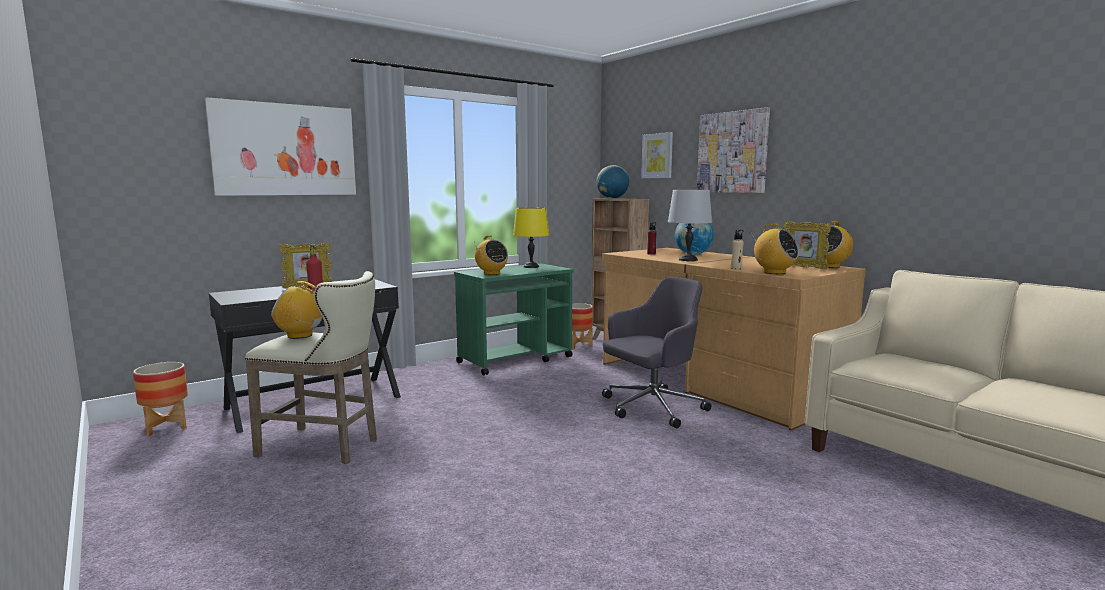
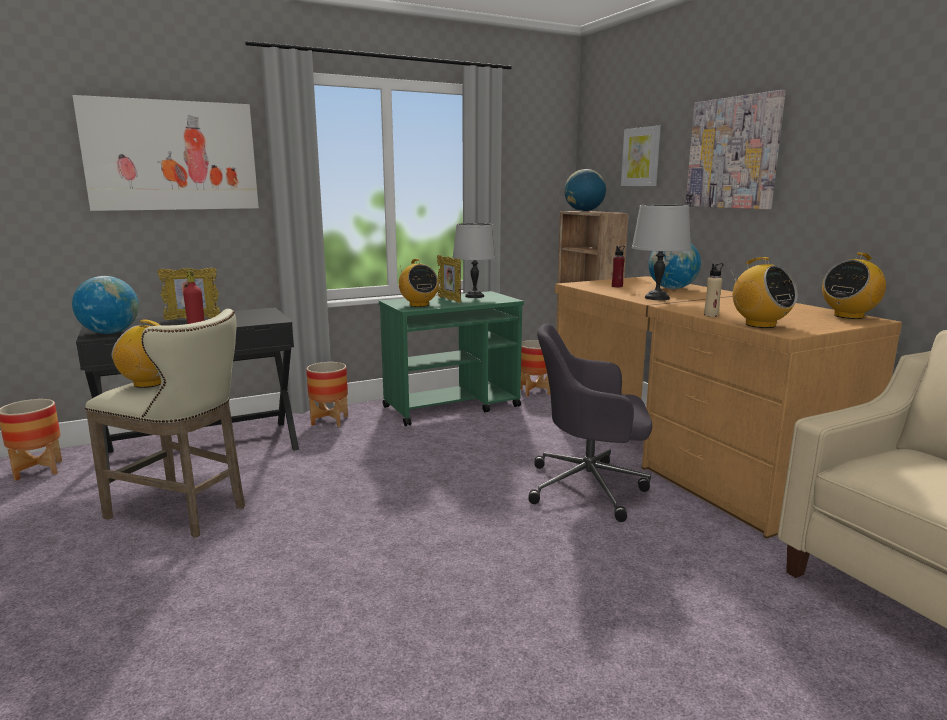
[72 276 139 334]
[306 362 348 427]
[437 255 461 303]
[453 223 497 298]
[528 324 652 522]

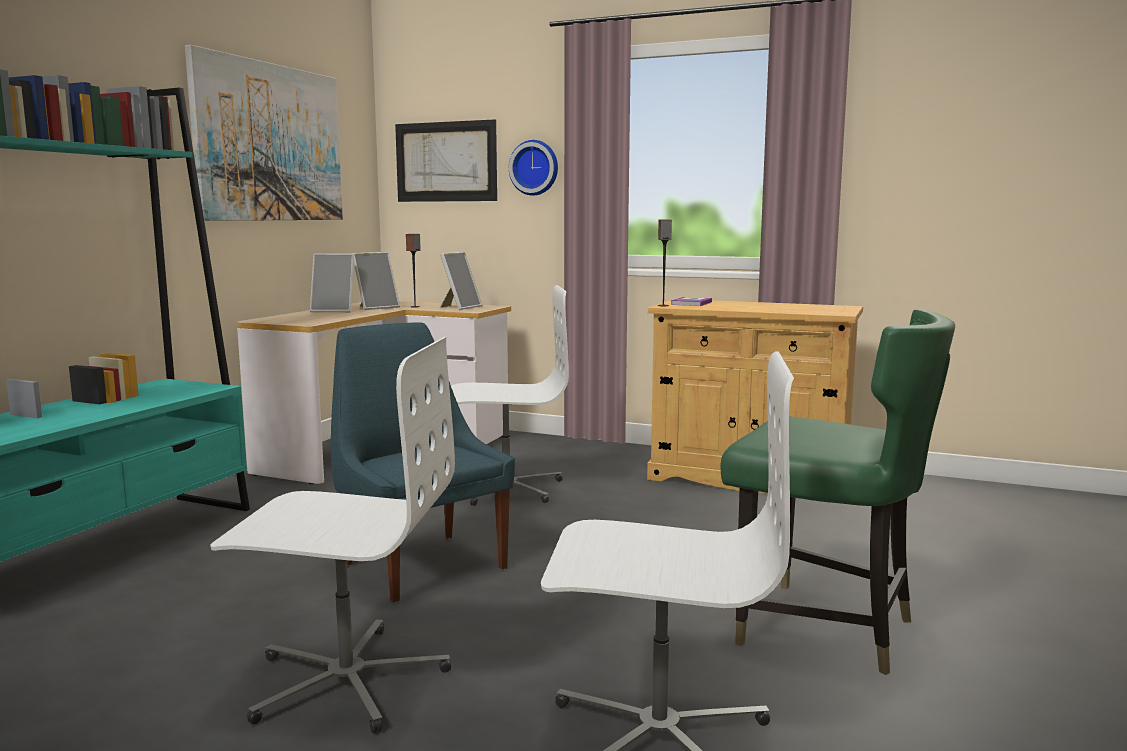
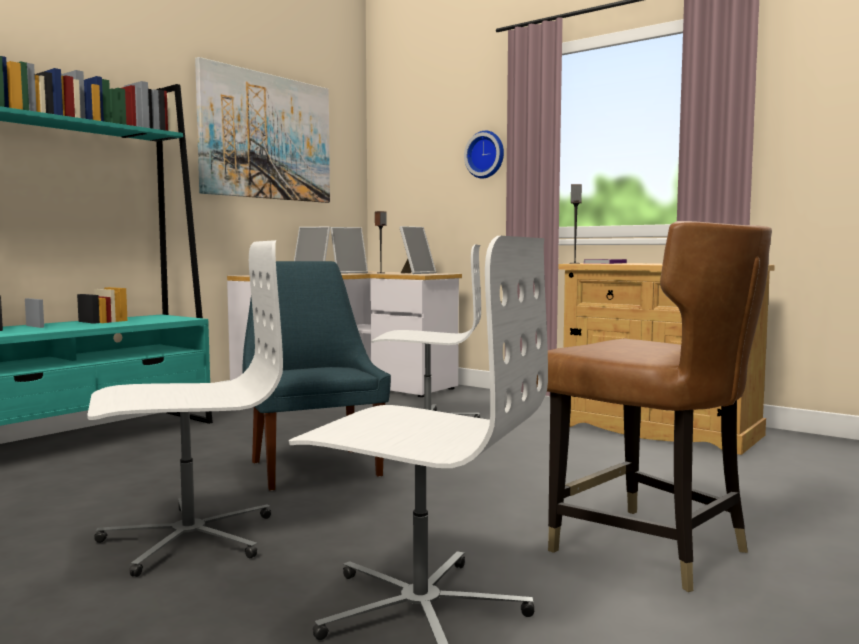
[87 240 283 577]
[537 221 772 592]
[395 119 497 202] (first image)

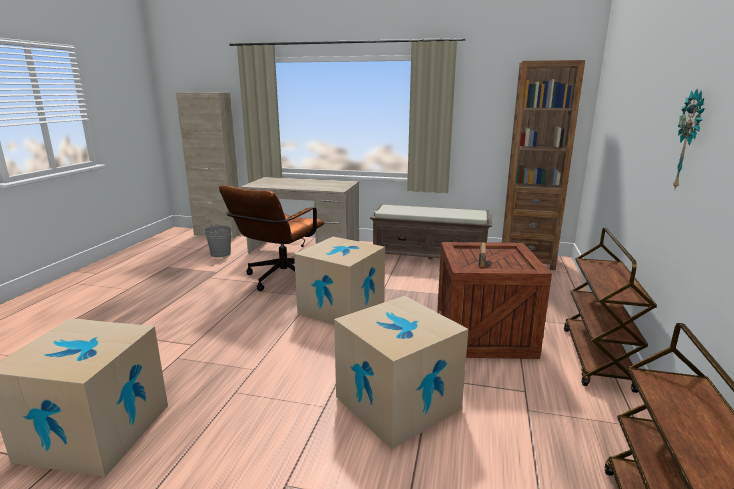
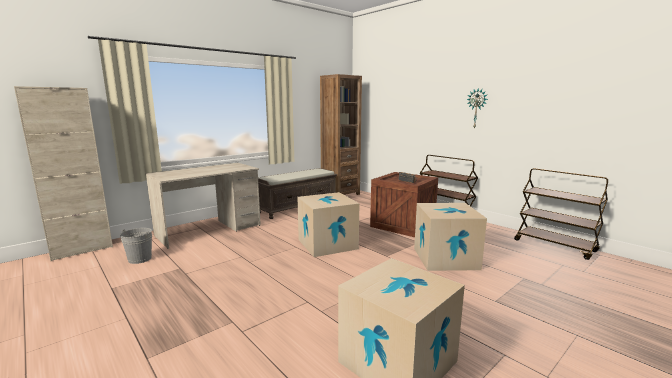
[219 186 324 291] (first image)

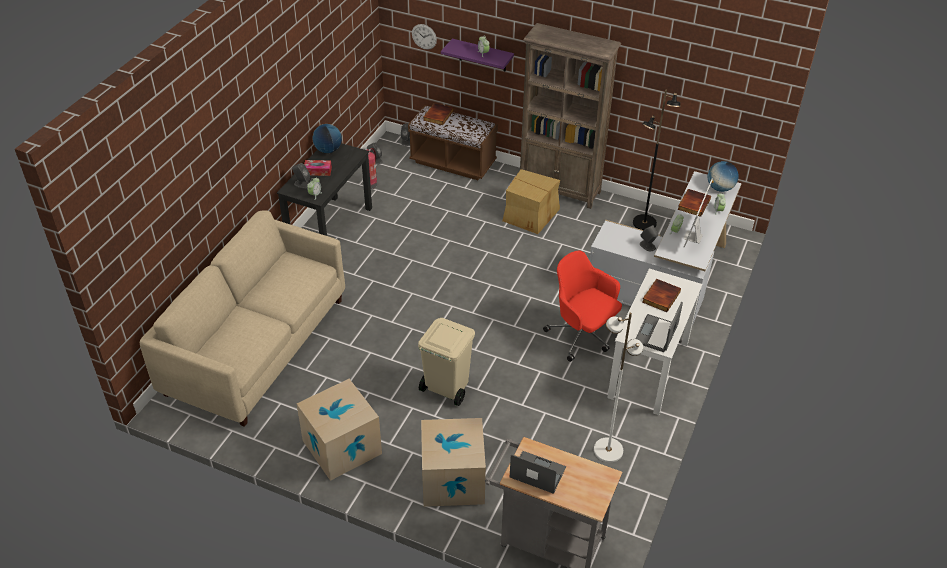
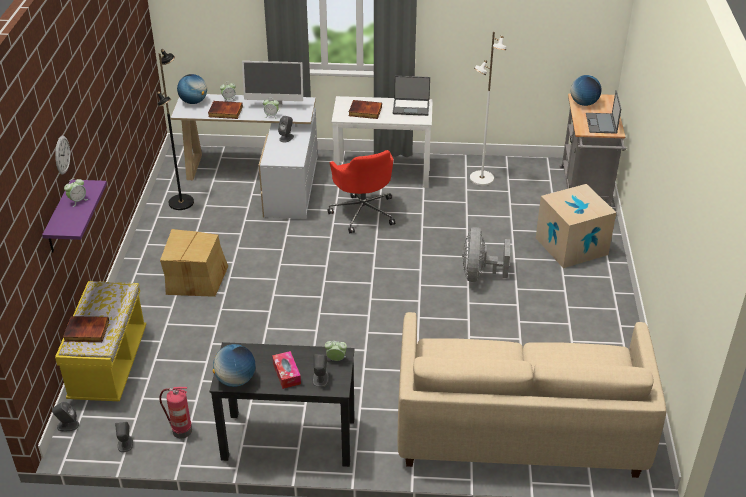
[55 136 70 174]
[55 281 146 401]
[328 150 395 233]
[462 227 510 282]
[570 75 602 106]
[297 379 382 481] (first image)
[520 23 621 209] (first image)

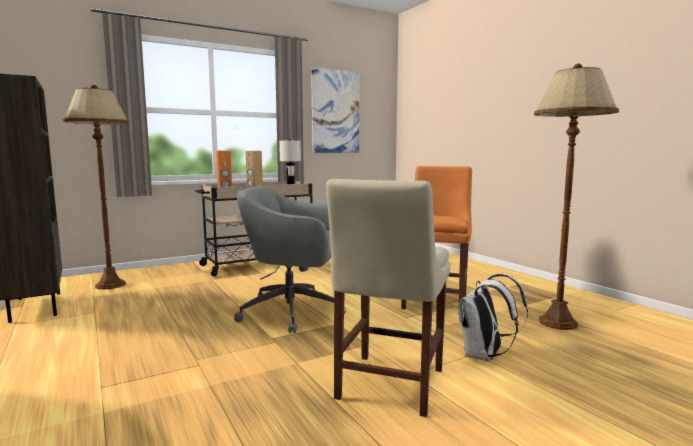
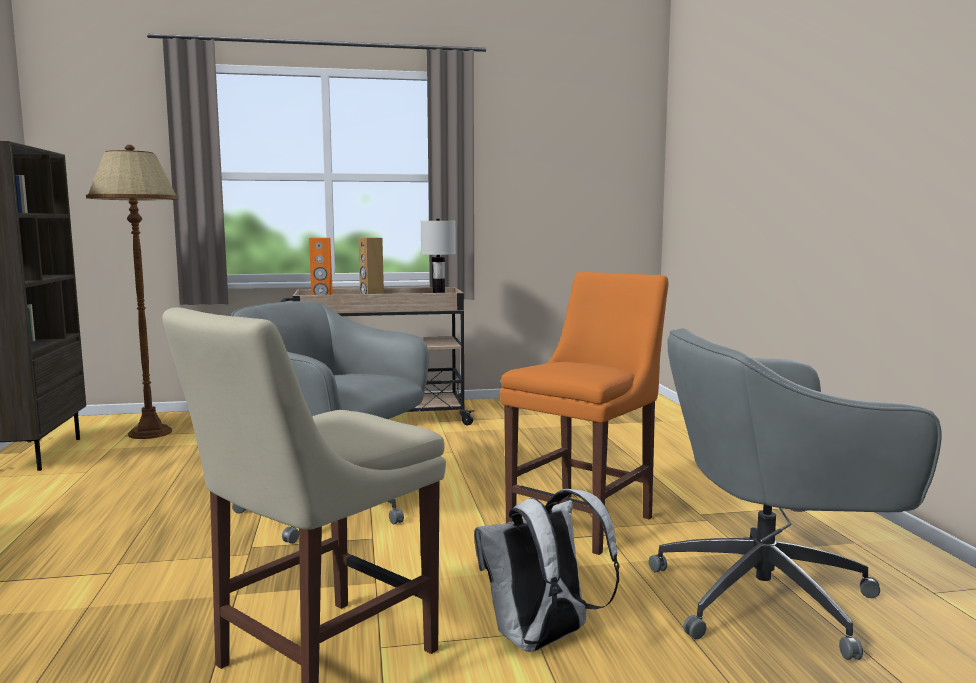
[649 328 942 660]
[311 67 360 153] (first image)

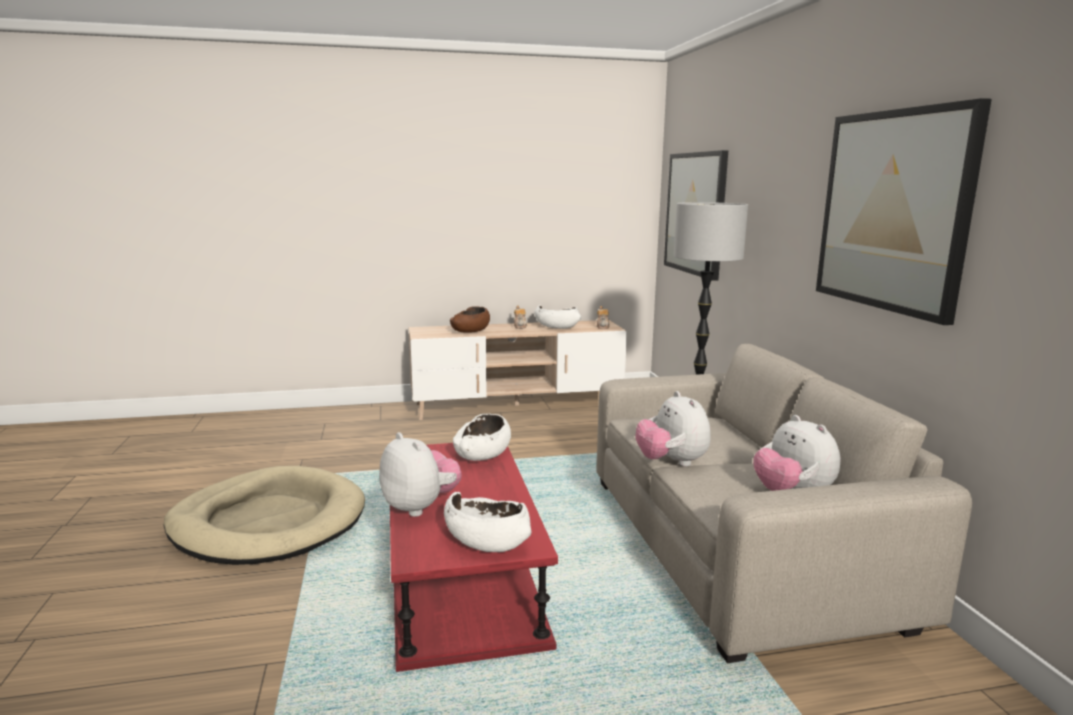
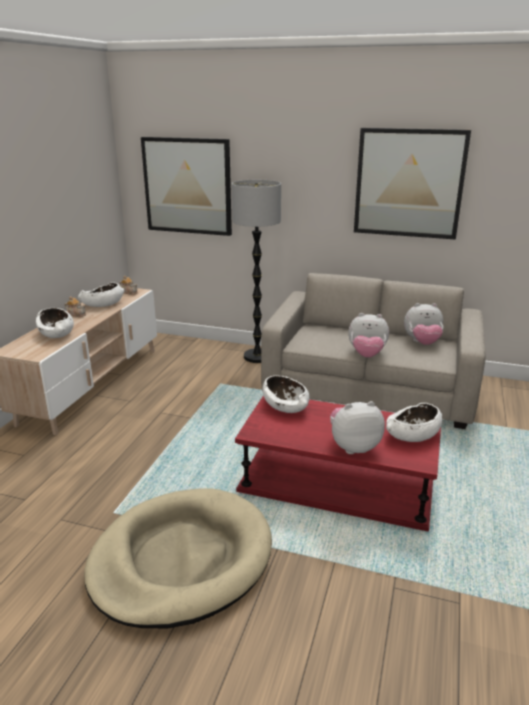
[36 308 74 338]

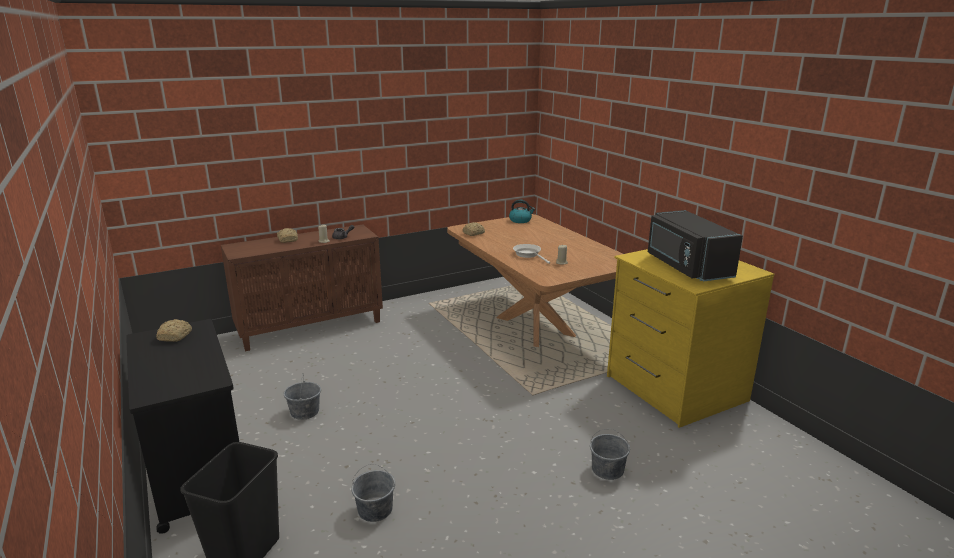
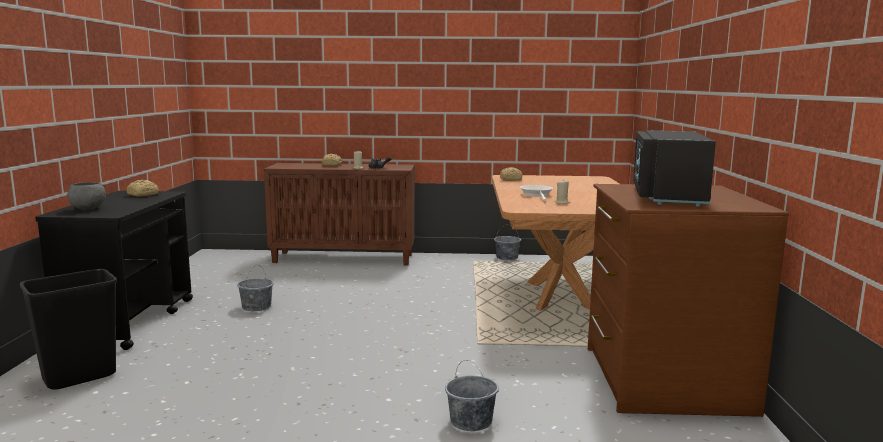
[67 182 106 210]
[494 224 521 260]
[588 184 789 417]
[509 200 535 223] (first image)

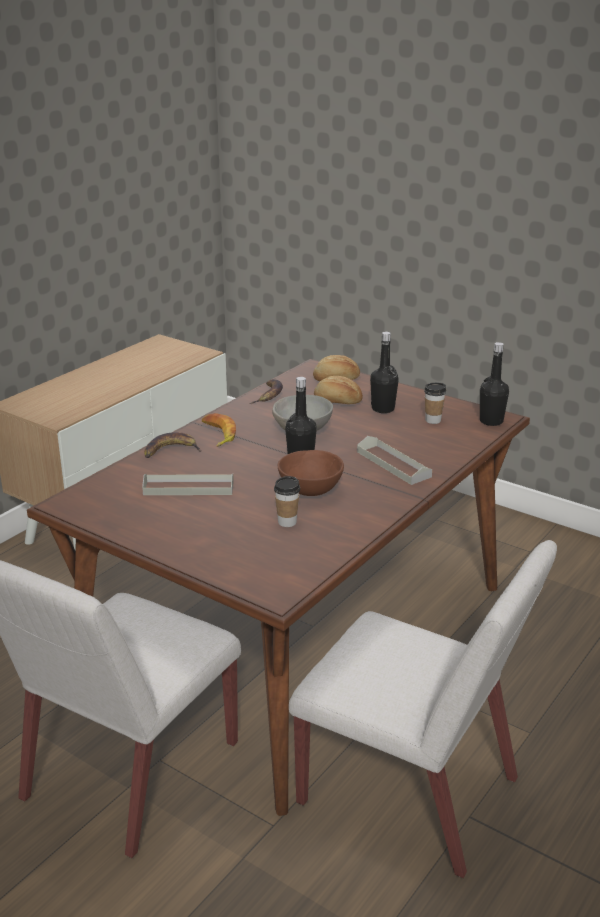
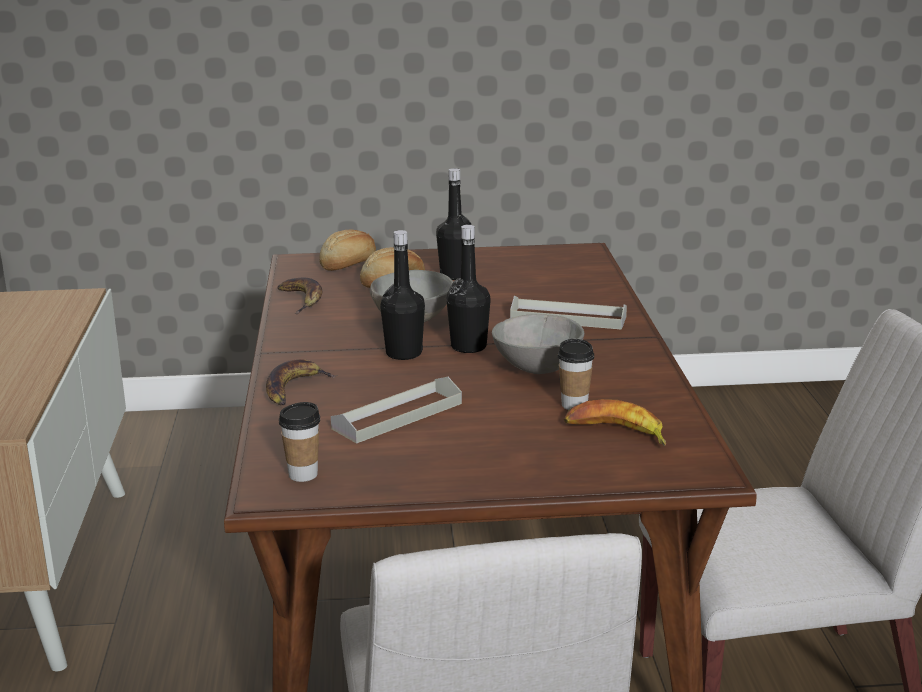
[279 402 320 482]
[380 230 425 360]
[492 314 584 374]
[564 399 666 446]

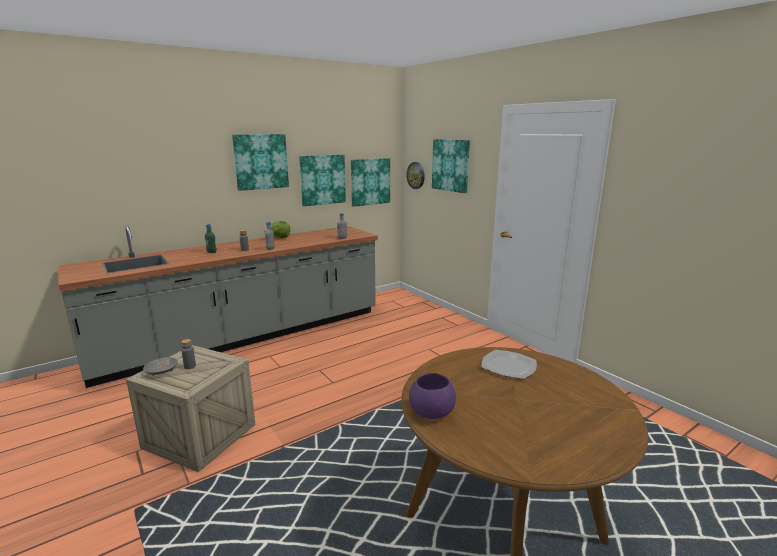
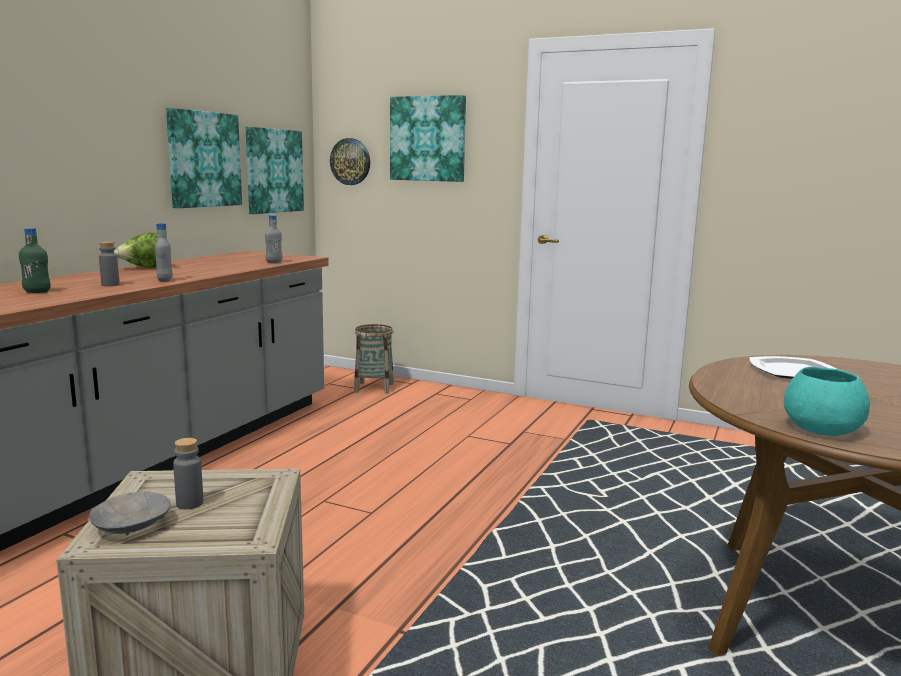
[354 324 394 394]
[784 367 870 436]
[232 134 289 191] (first image)

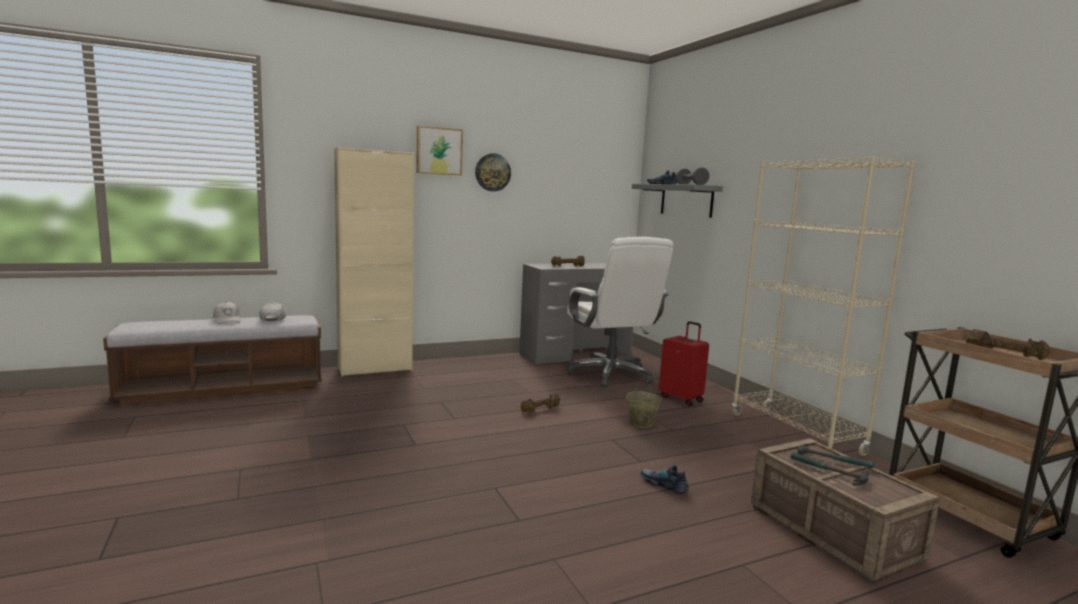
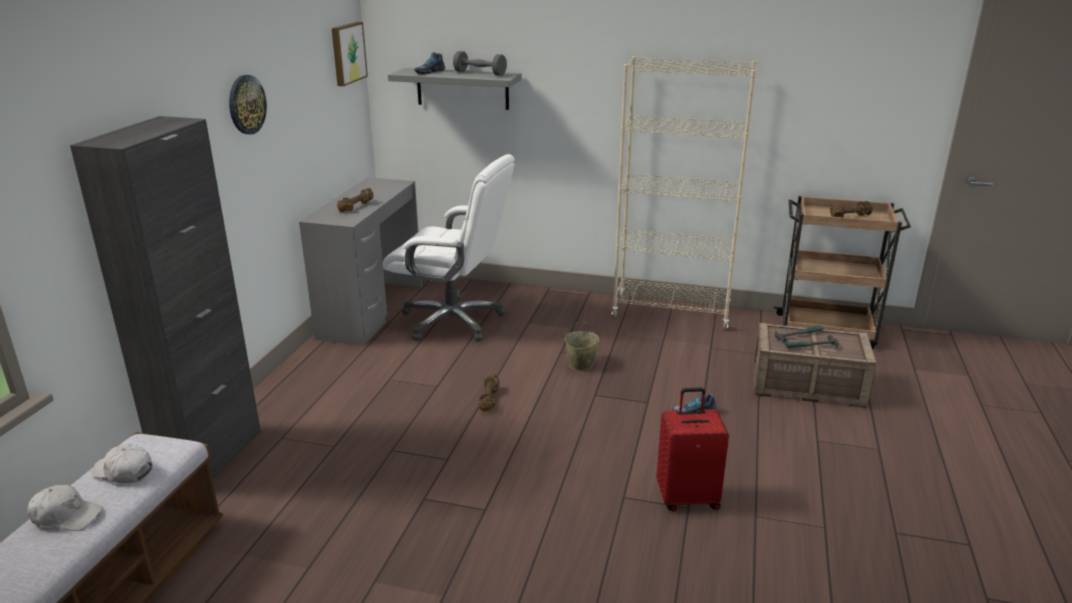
[70 116 261 480]
[332 22 368 86]
[657 388 729 511]

